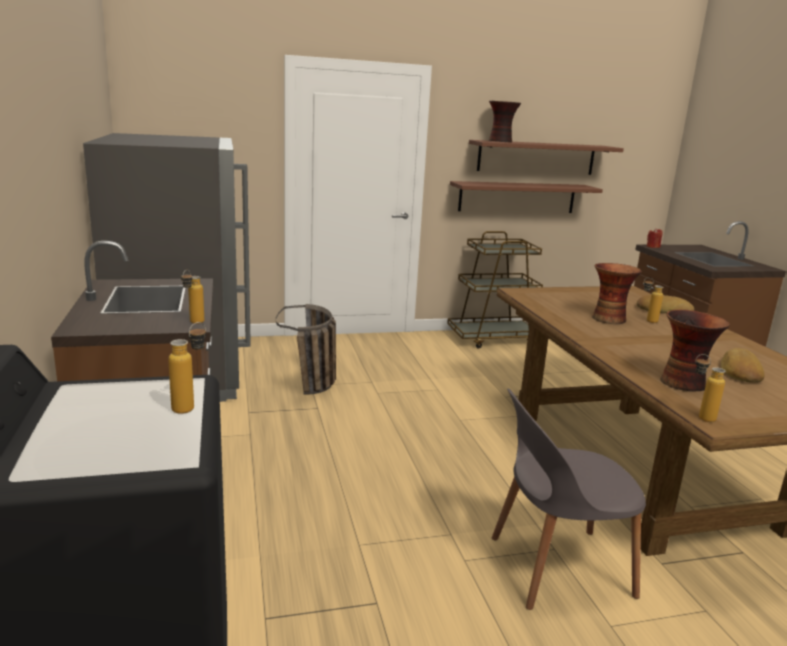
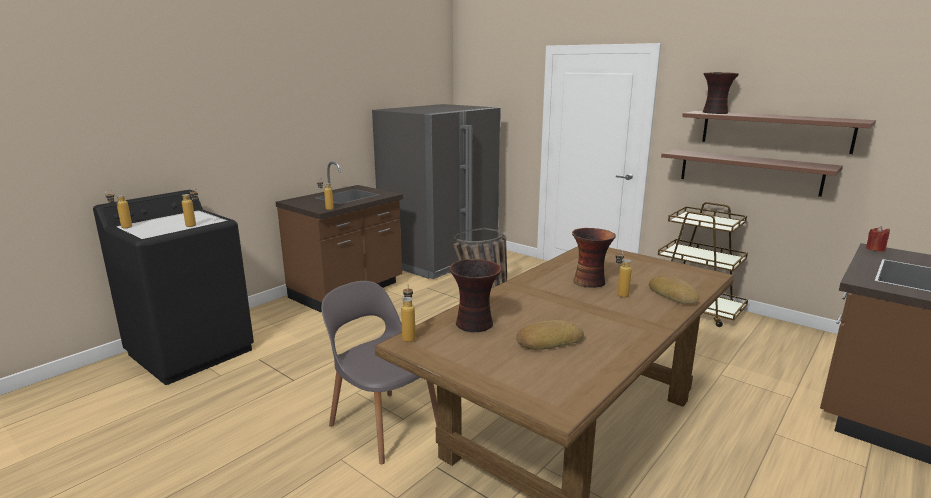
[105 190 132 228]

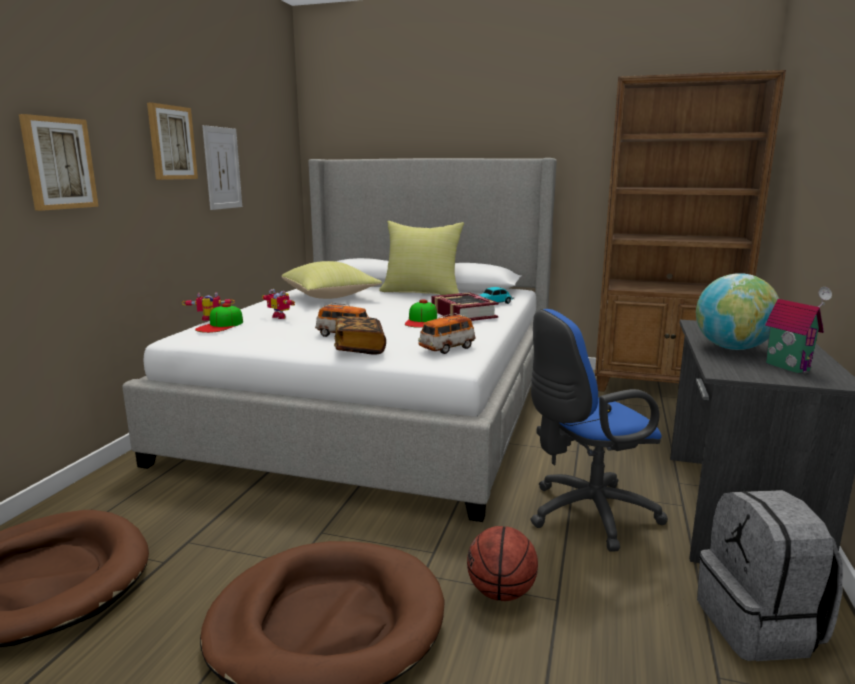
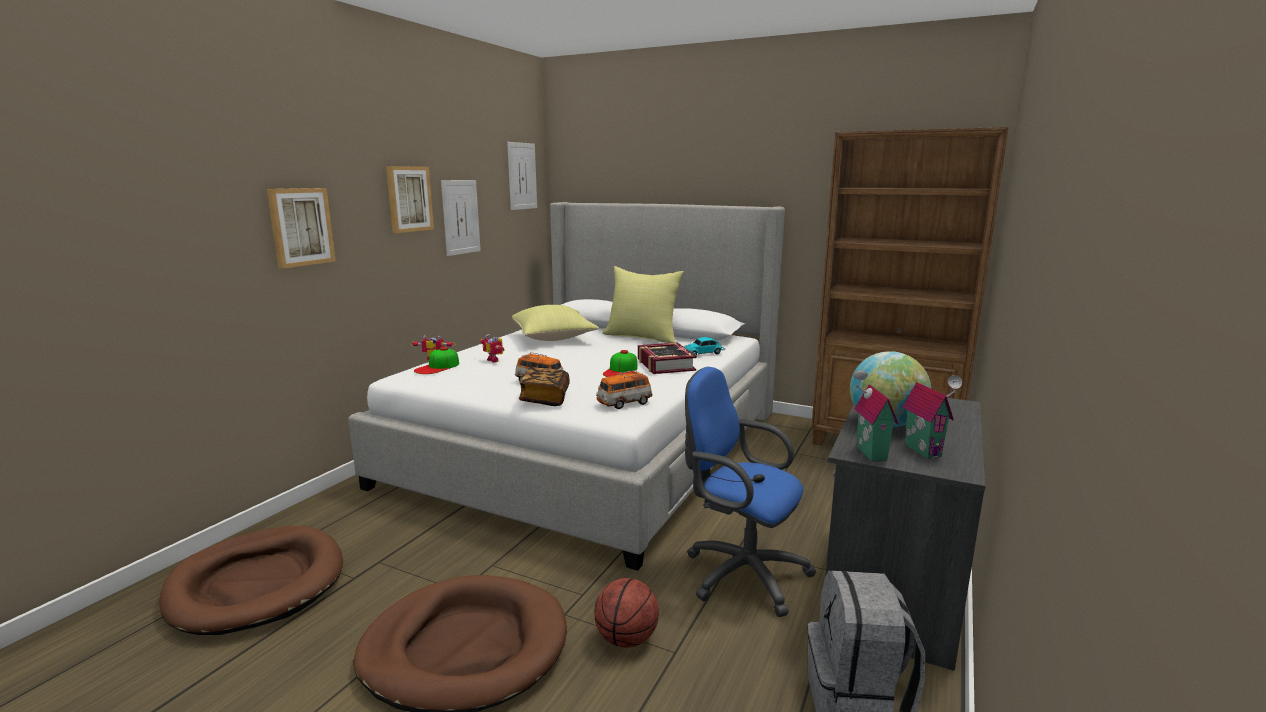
[507 142 537 210]
[685 367 816 617]
[853 370 898 461]

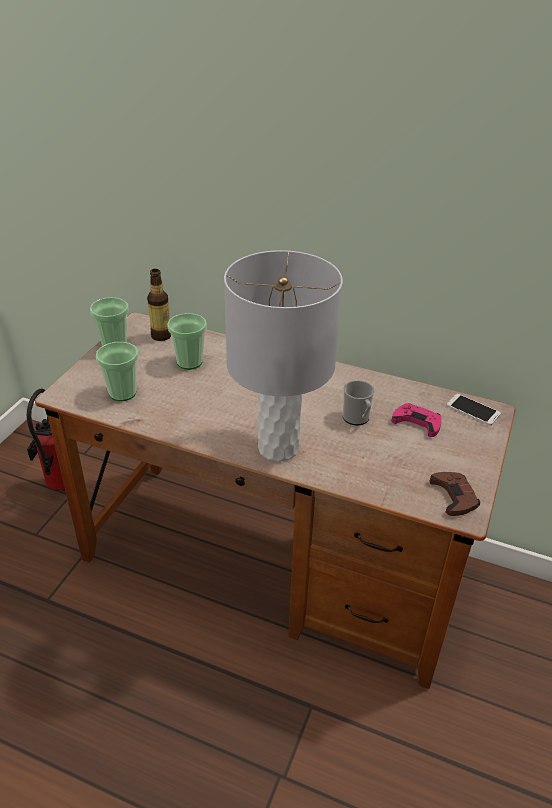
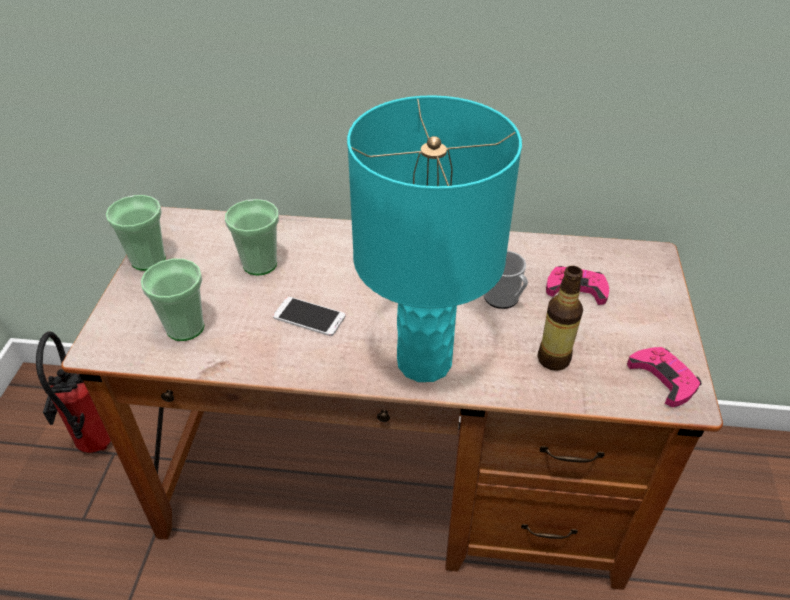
[273 297 345 336]
[347 95 522 382]
[537 266 583 371]
[627 347 701 407]

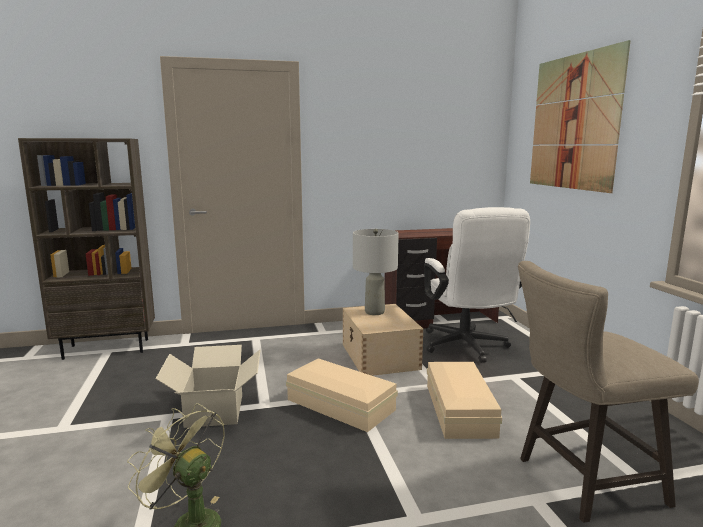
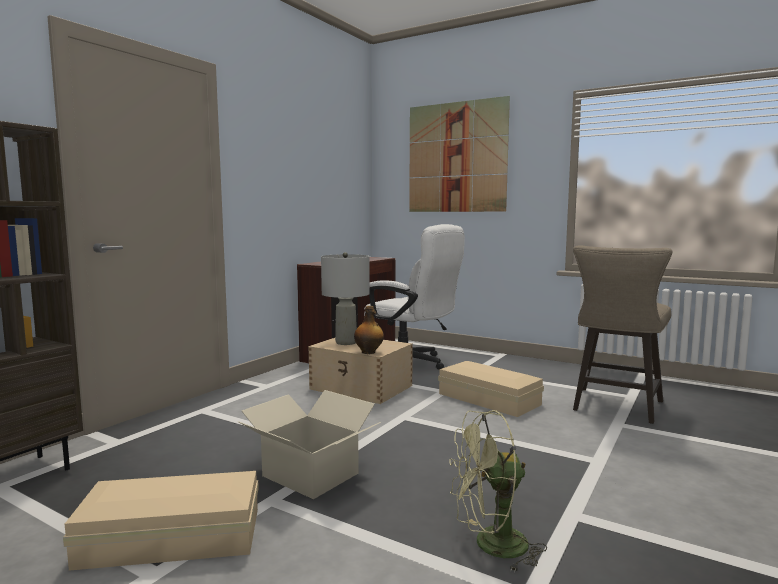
[63 471 259 571]
[354 306 384 354]

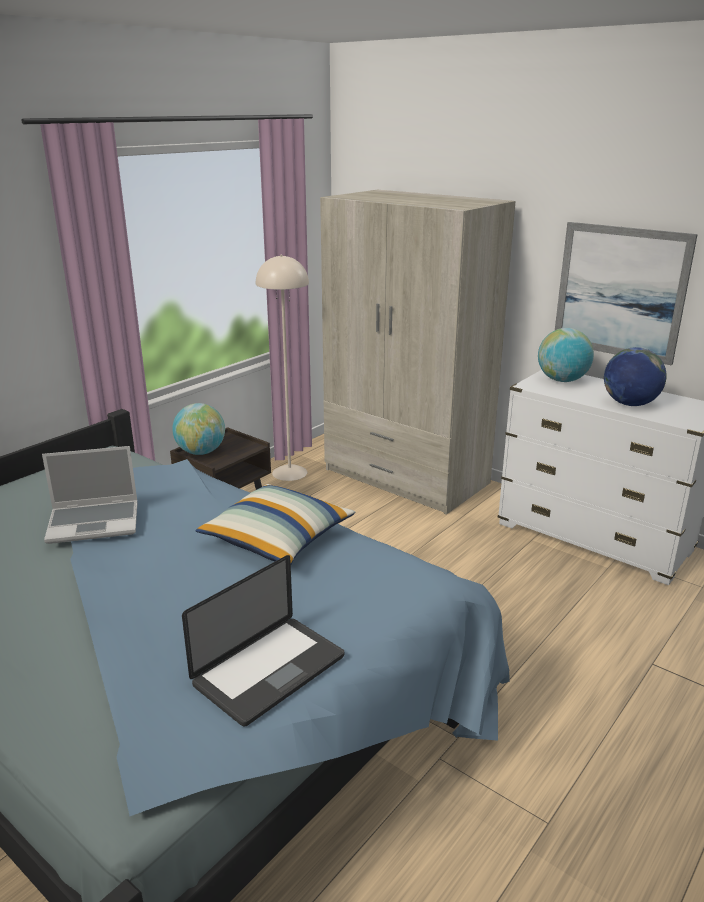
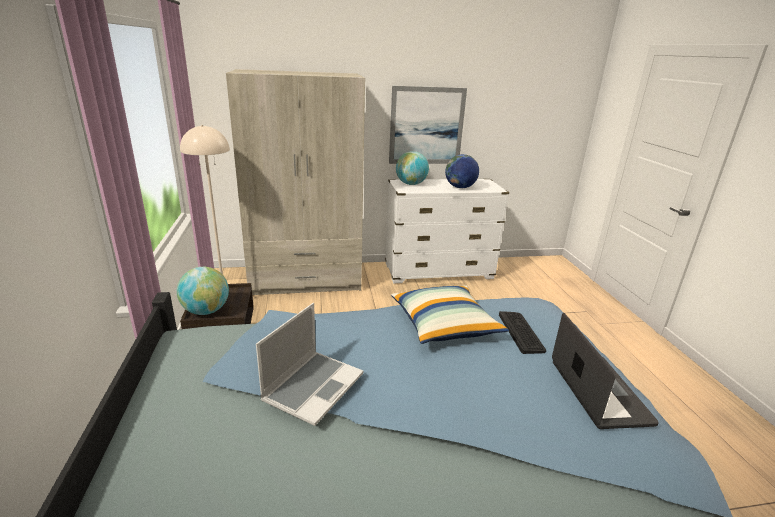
[499 311 546 354]

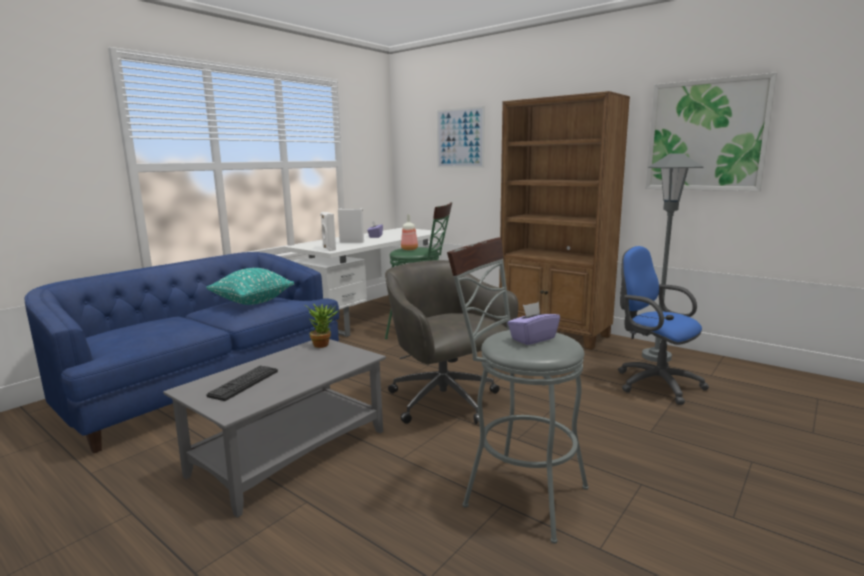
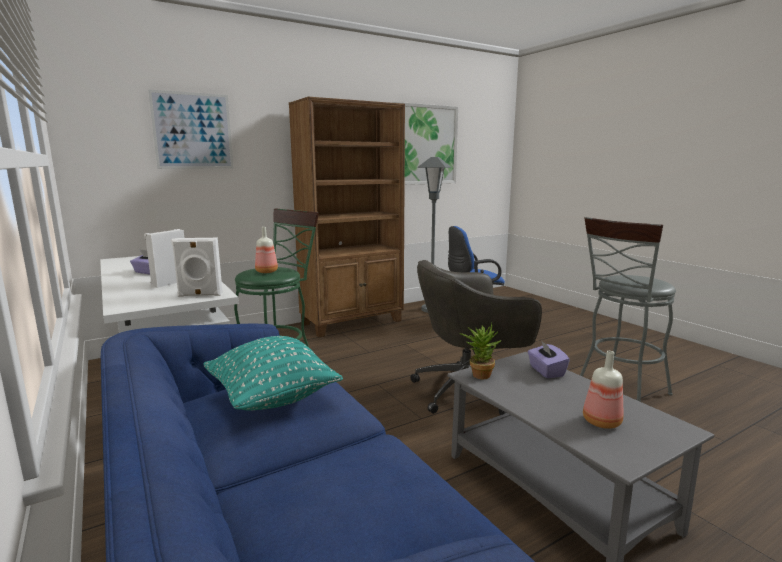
[528 340 570 378]
[583 351 623 429]

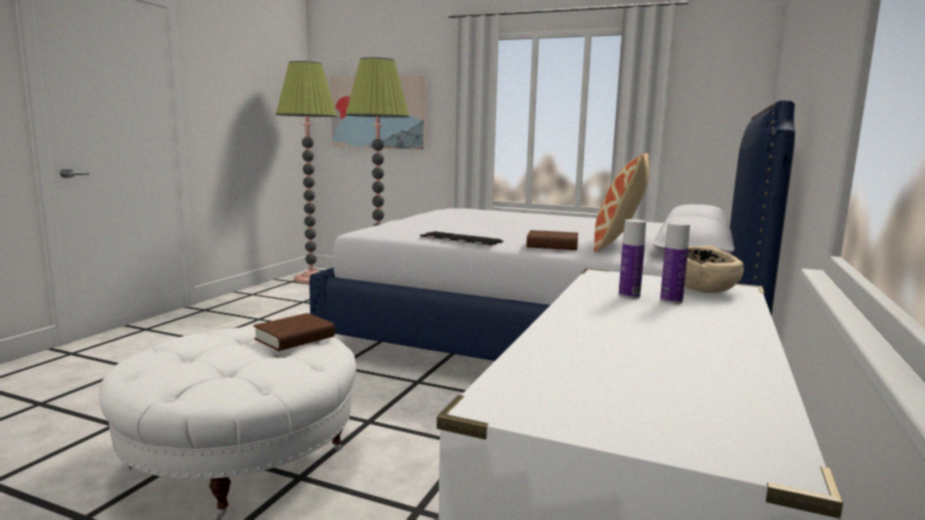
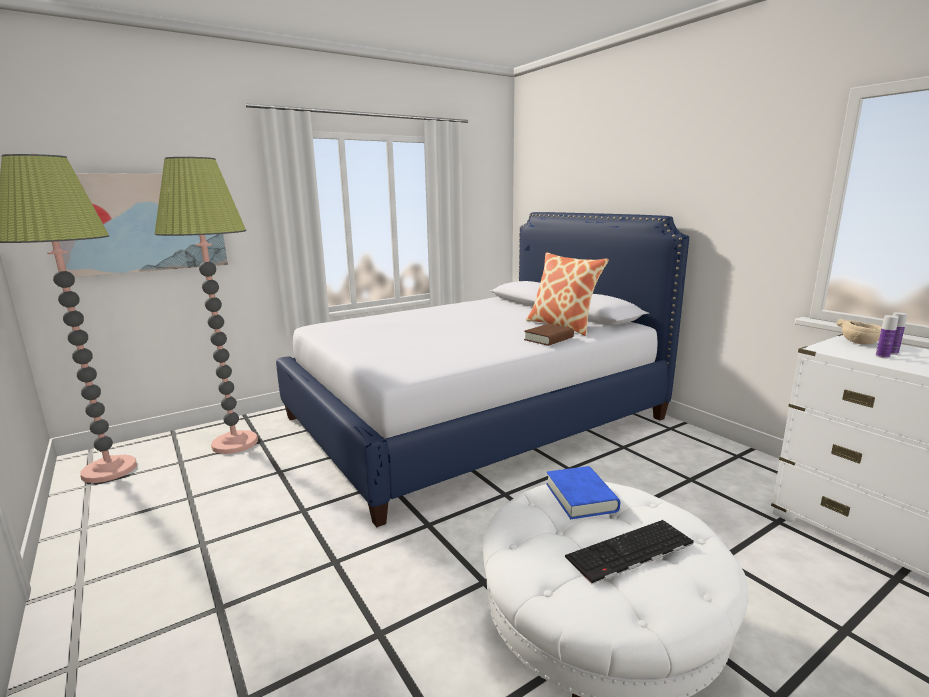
[546 466 620 519]
[565 520 694 584]

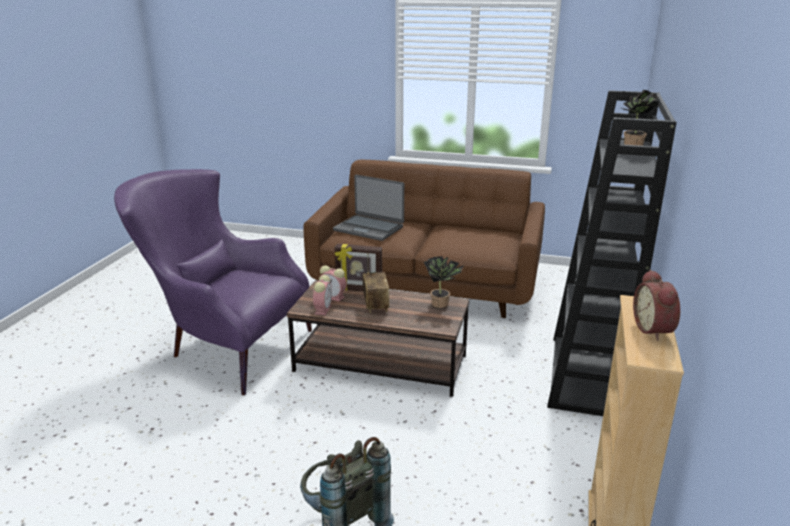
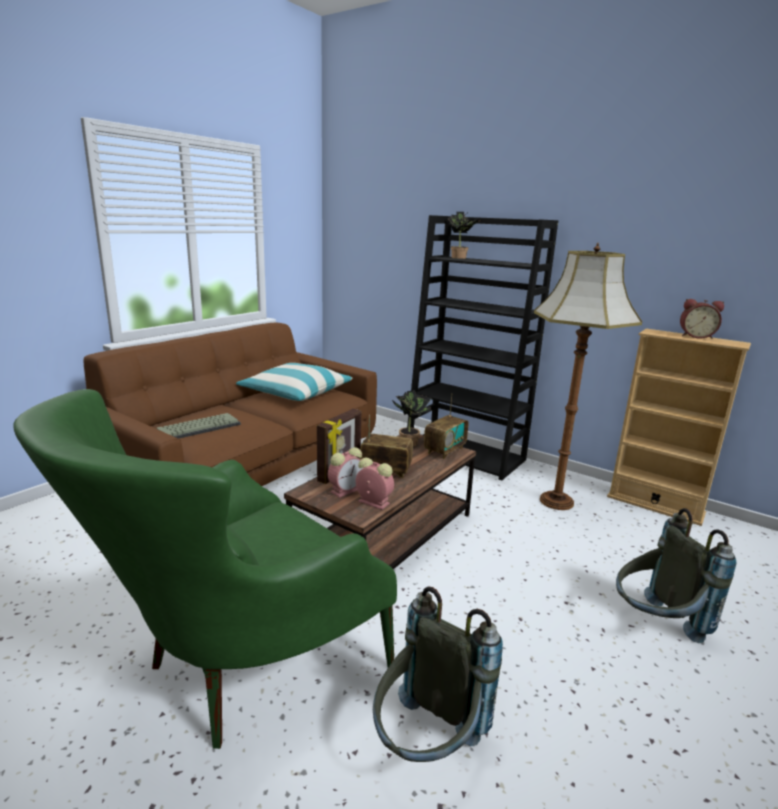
[13 389 397 749]
[157 413 241 439]
[236 363 352 401]
[373 586 503 762]
[424 393 468 459]
[534 243 642 510]

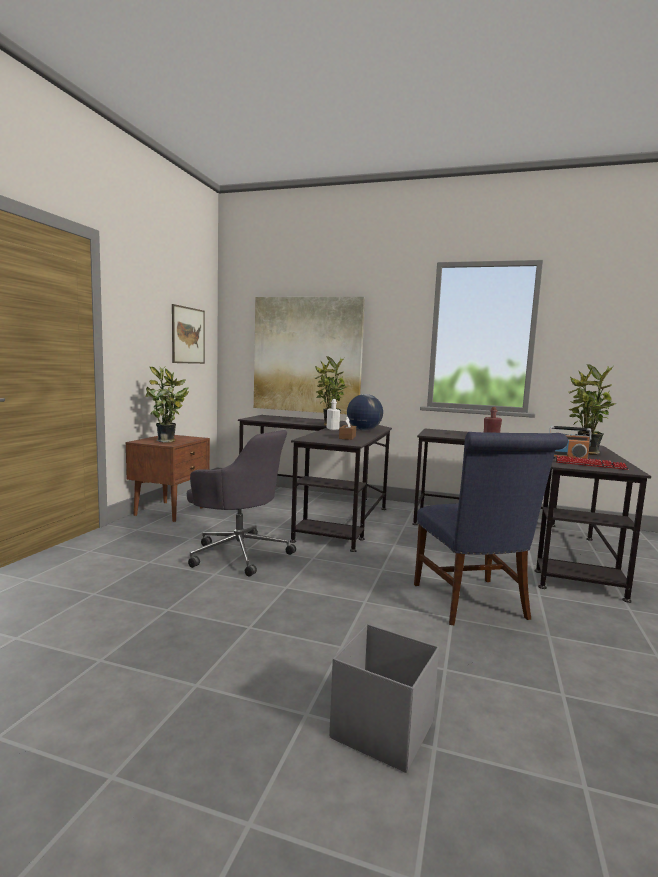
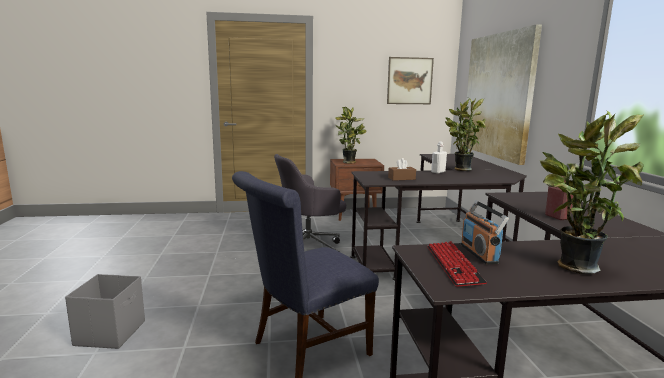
[274 154 346 250]
[347 394 383 430] (first image)

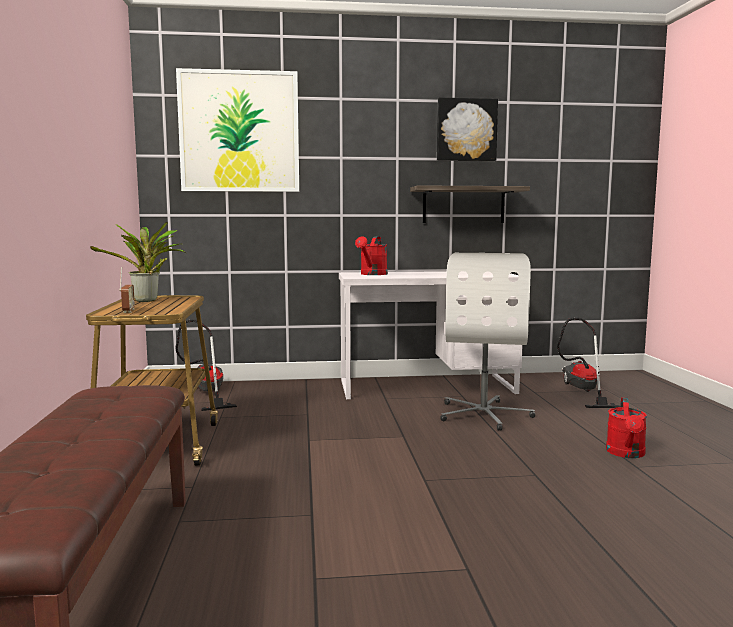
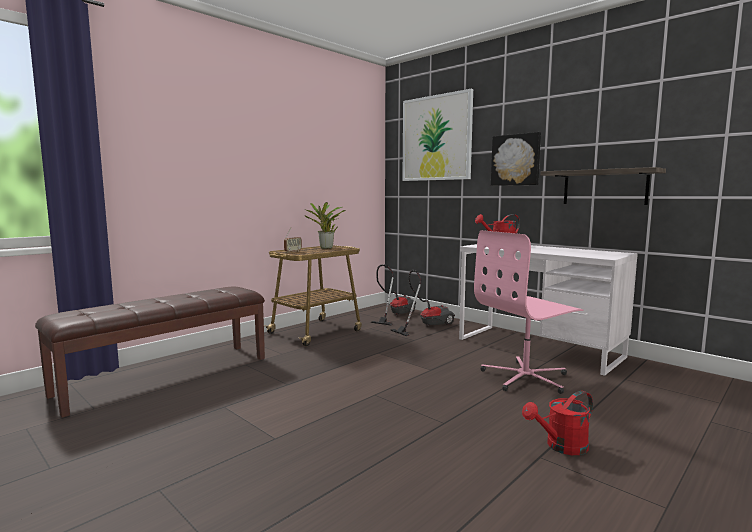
[390 270 455 336]
[474 230 584 394]
[491 132 541 186]

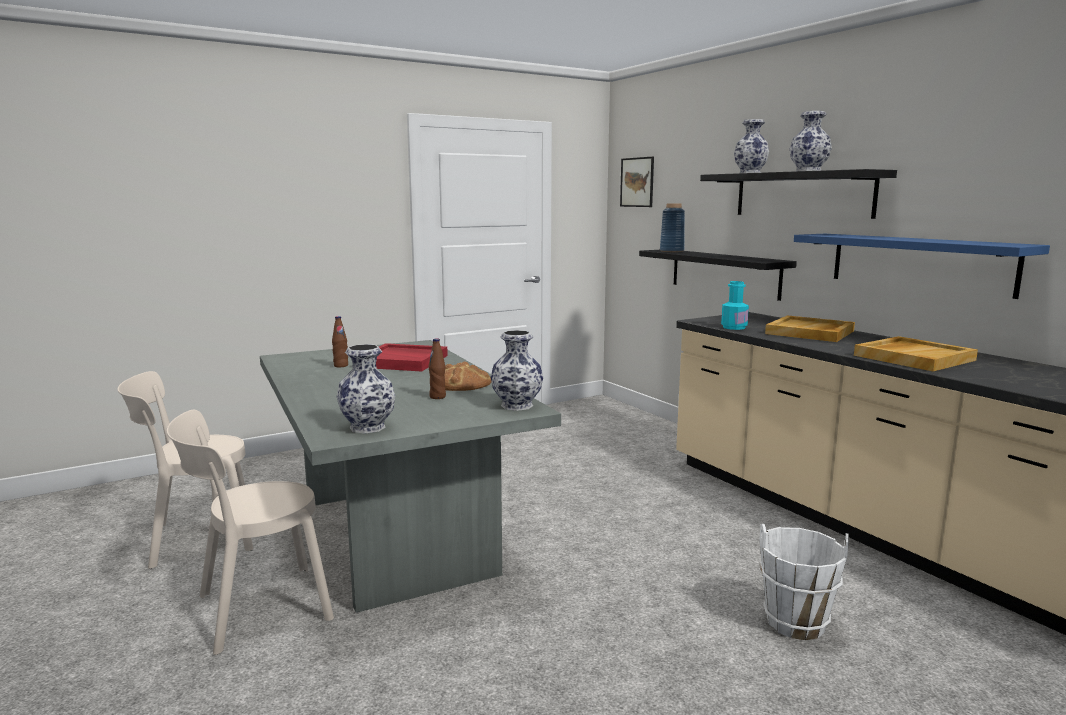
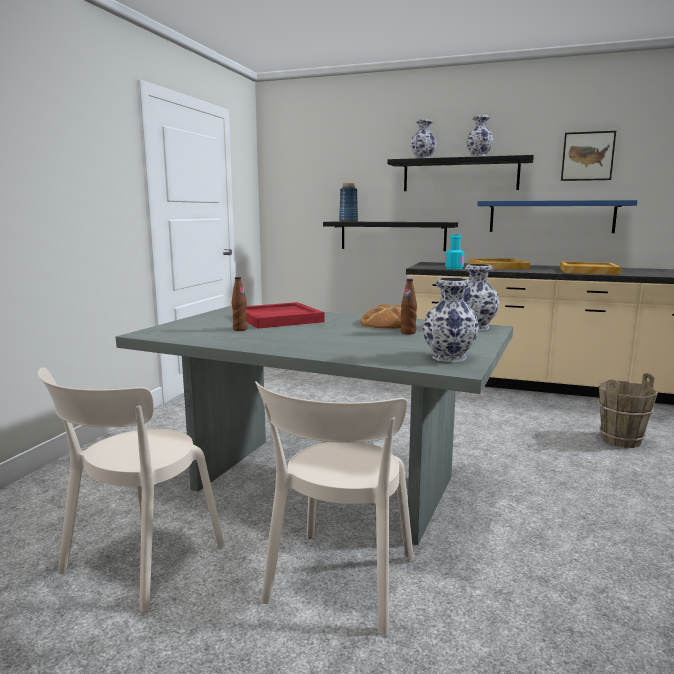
[561 131 616 181]
[598 373 658 448]

